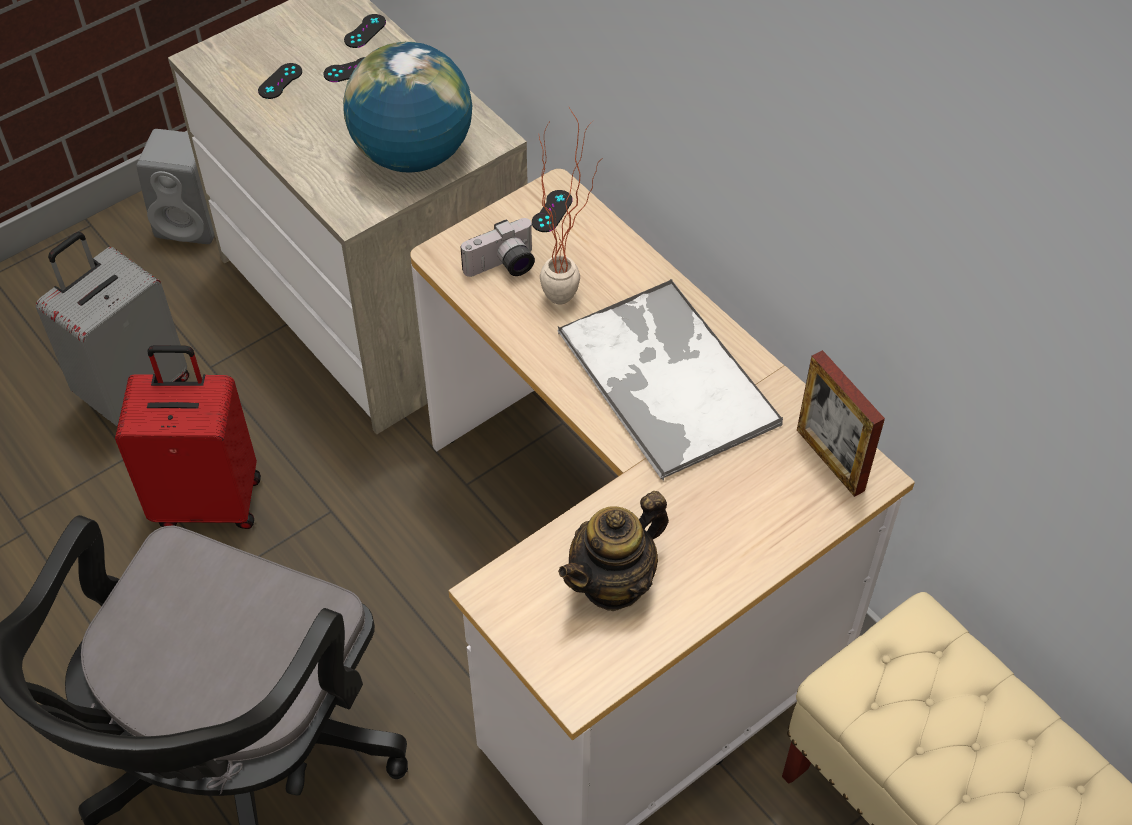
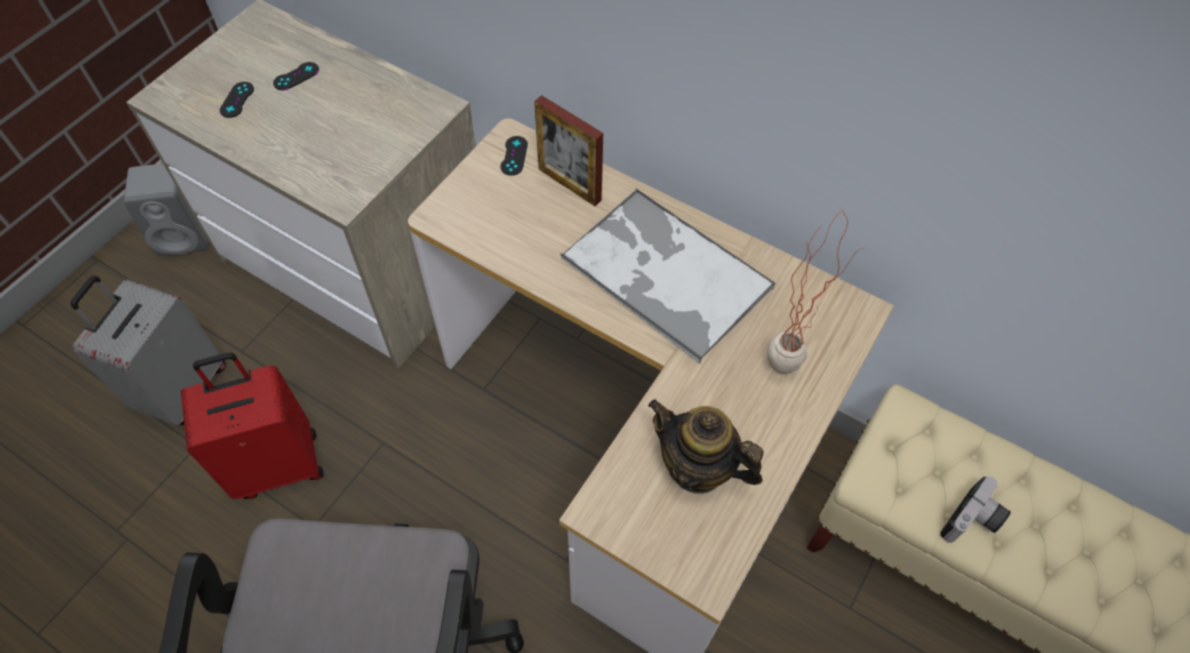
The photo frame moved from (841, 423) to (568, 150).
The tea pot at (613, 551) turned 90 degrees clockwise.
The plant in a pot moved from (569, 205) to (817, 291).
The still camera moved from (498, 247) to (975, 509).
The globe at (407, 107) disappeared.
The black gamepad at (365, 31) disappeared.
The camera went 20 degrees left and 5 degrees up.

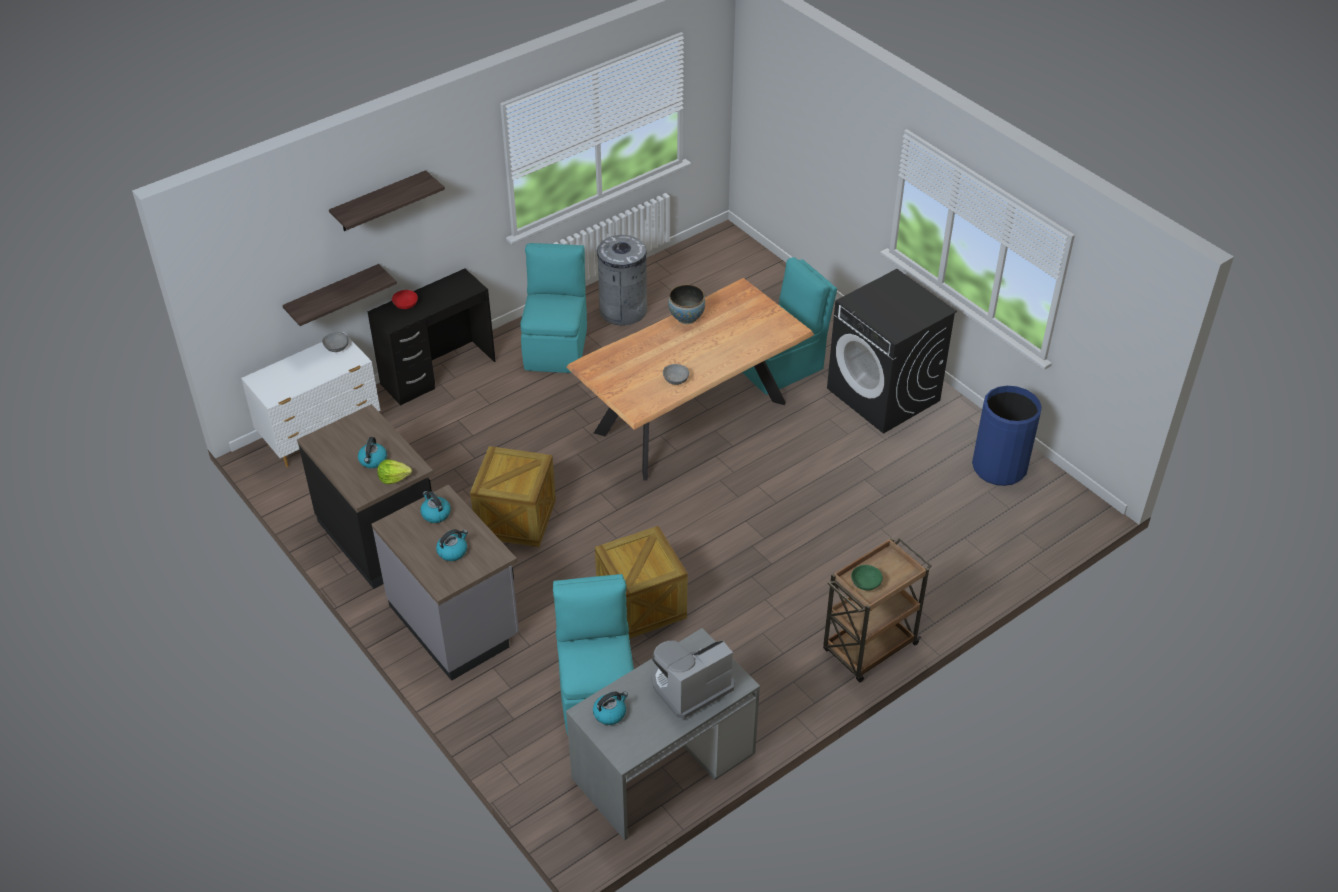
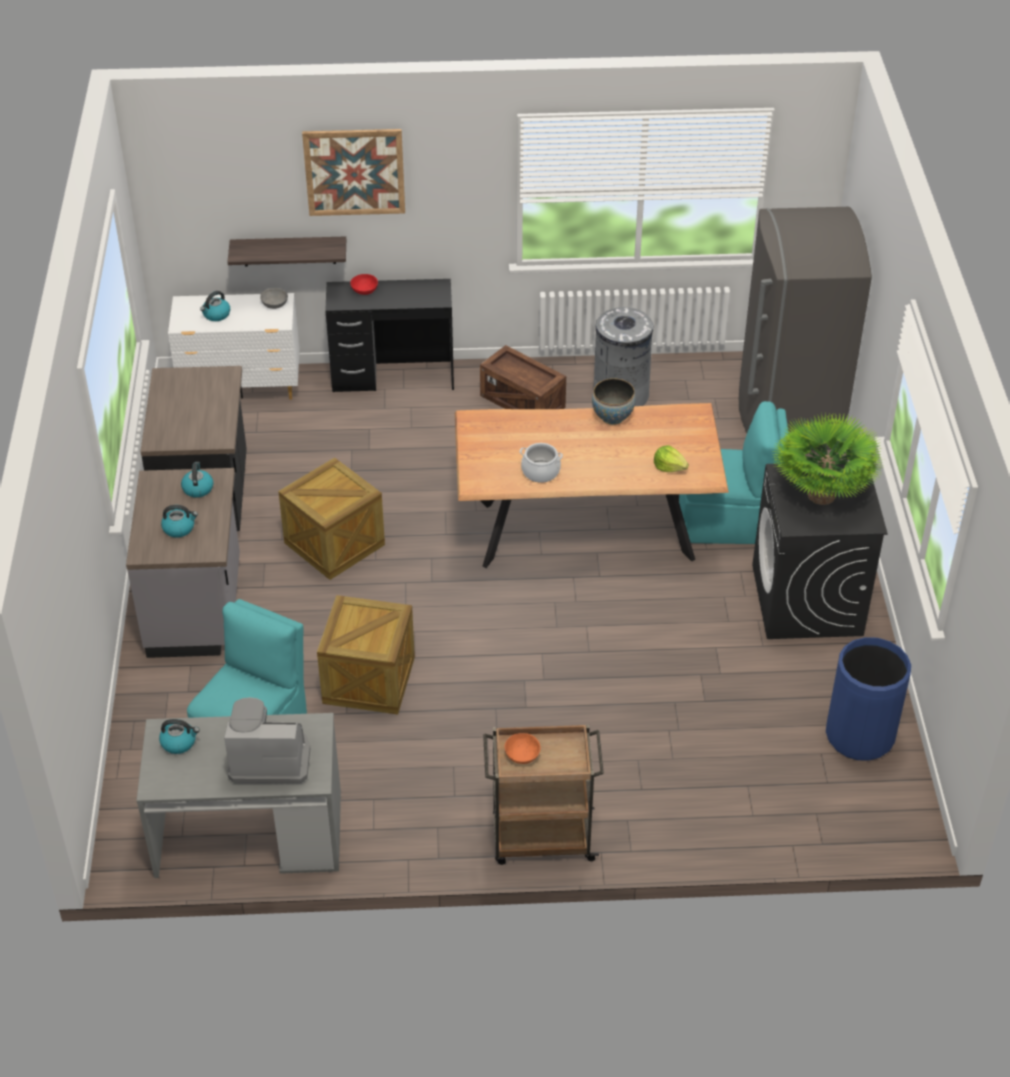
The kettle moved from (372, 452) to (215, 306).
The shelf at (387, 200) was replaced by the wall art at (353, 172).
The turquoise-coloured chair at (553, 308) was replaced by the packing crate at (523, 377).
The greenish deep dish at (867, 578) became the orange deep dish at (522, 748).
The grey deep dish at (676, 374) was replaced by the cooking pot at (541, 463).
The head of lettuce moved from (394, 472) to (671, 458).
The grey kitchen fridge at (805, 328) appeared.
The plant in a pot at (828, 458) appeared.
The camera went 35 degrees right and 0 degrees up.

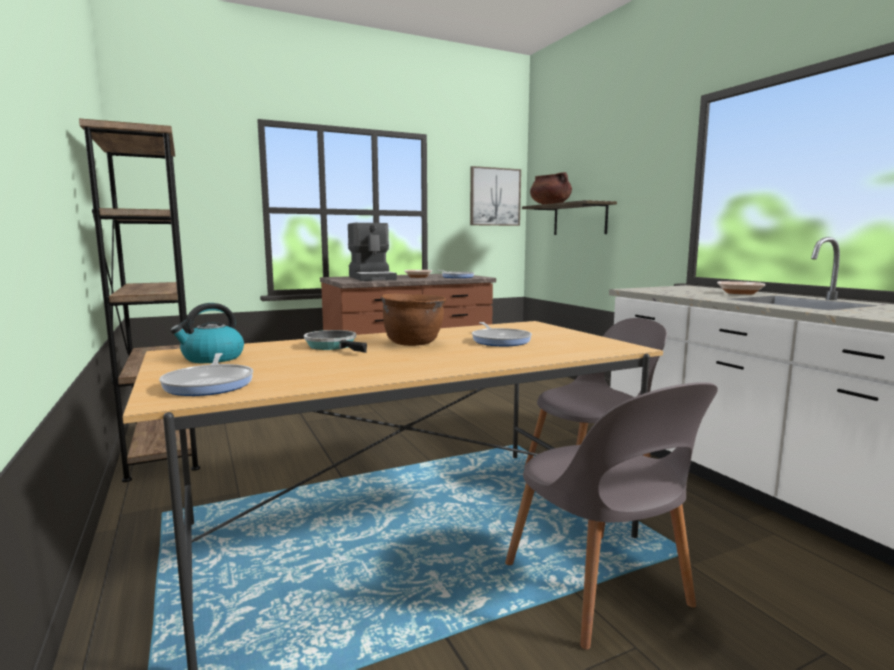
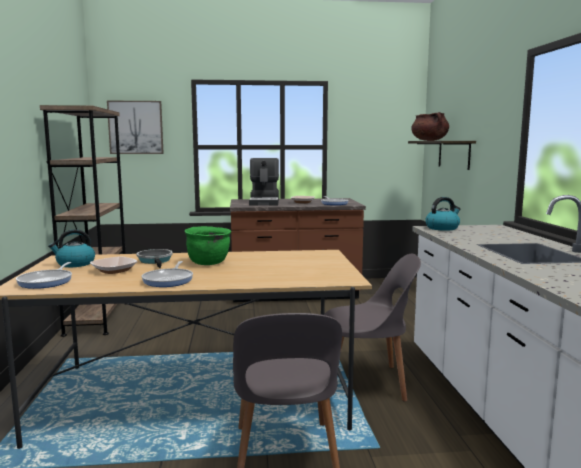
The deep dish moved from (741, 287) to (114, 265).
The wall art moved from (495, 196) to (135, 127).
The frying pan moved from (502, 334) to (167, 274).
The brown-coloured cooking pot at (413, 319) became the greenish cooking pot at (208, 245).
The kettle at (442, 214) appeared.
The camera went 20 degrees right and 0 degrees up.

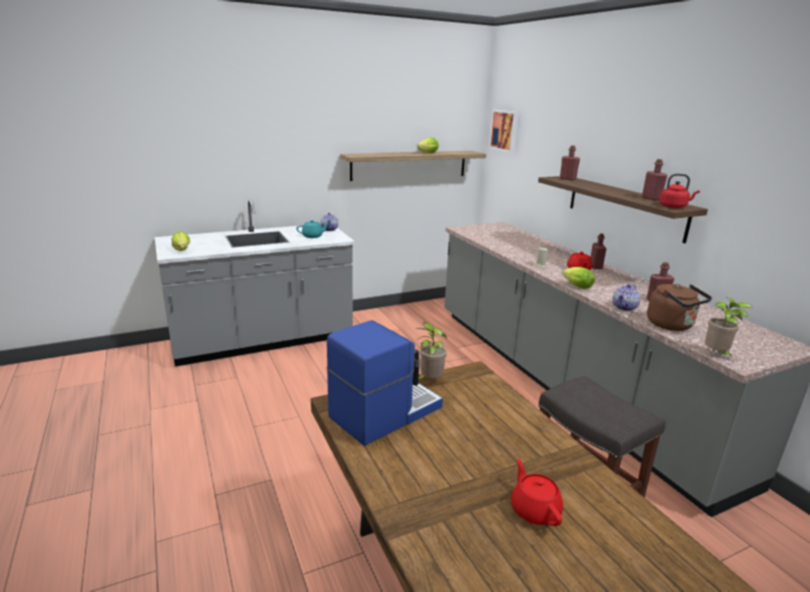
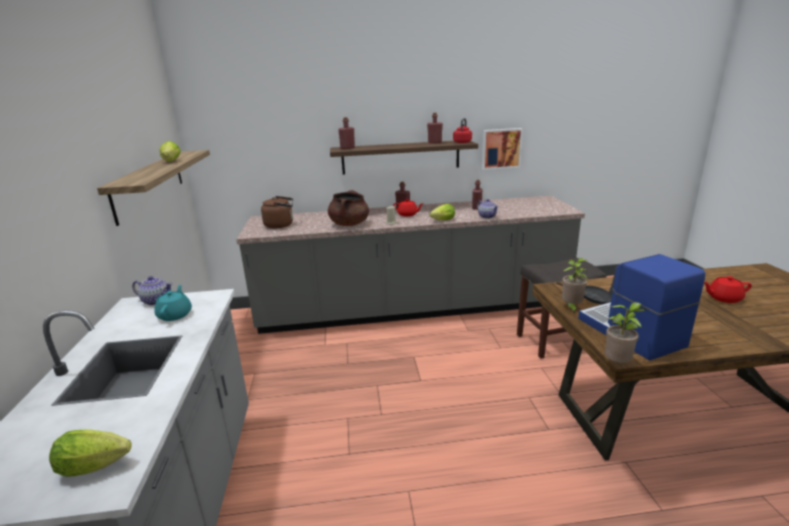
The brown-coloured kettle moved from (679, 307) to (277, 212).
The brown-coloured cooking pot at (348, 208) appeared.
The wall art moved from (504, 131) to (502, 149).
The black frying pan at (584, 292) appeared.
The plant in a pot moved from (729, 328) to (625, 332).
The camera went 70 degrees left and 0 degrees up.

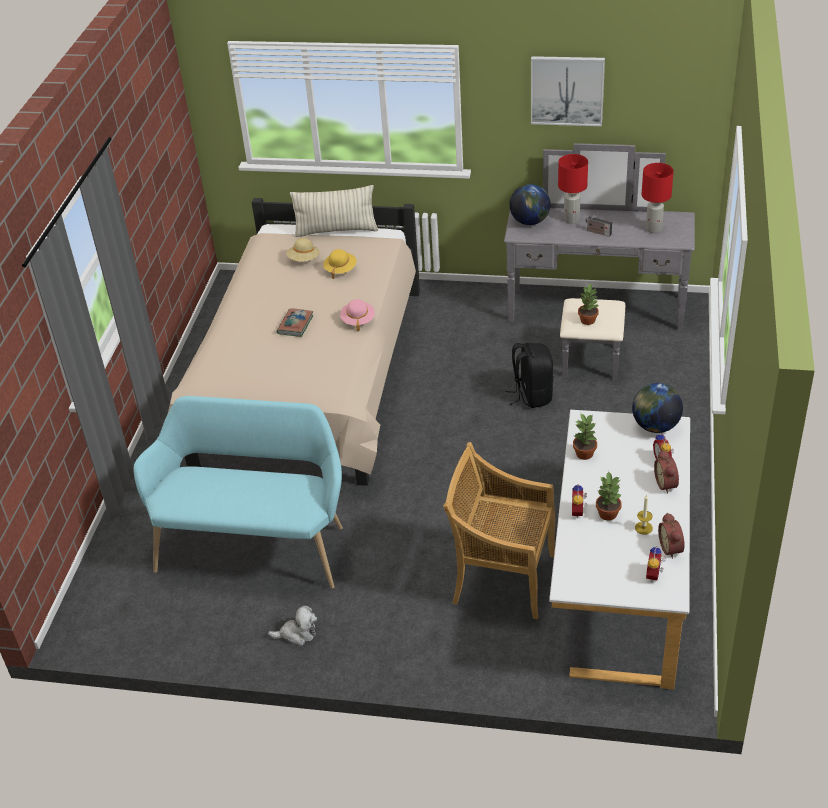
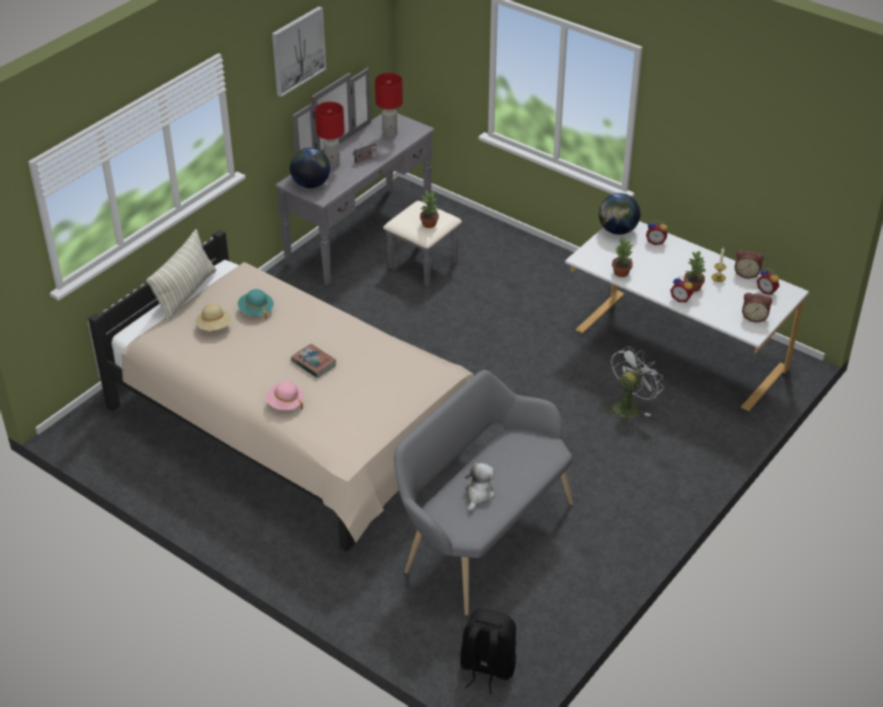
The yellowish clothing hat at (339, 264) became the turquoise-coloured clothing hat at (256, 304).
The pink-coloured clothing hat moved from (357, 315) to (285, 395).
The turquoise-coloured long seat at (238, 492) became the grey long seat at (483, 492).
The black knapsack moved from (529, 375) to (488, 651).
The soft toy moved from (292, 625) to (480, 487).
The beige chair at (499, 531) was replaced by the white fan at (634, 382).
The alarm clock moved from (666, 472) to (757, 307).
The camera went 65 degrees left and 0 degrees up.

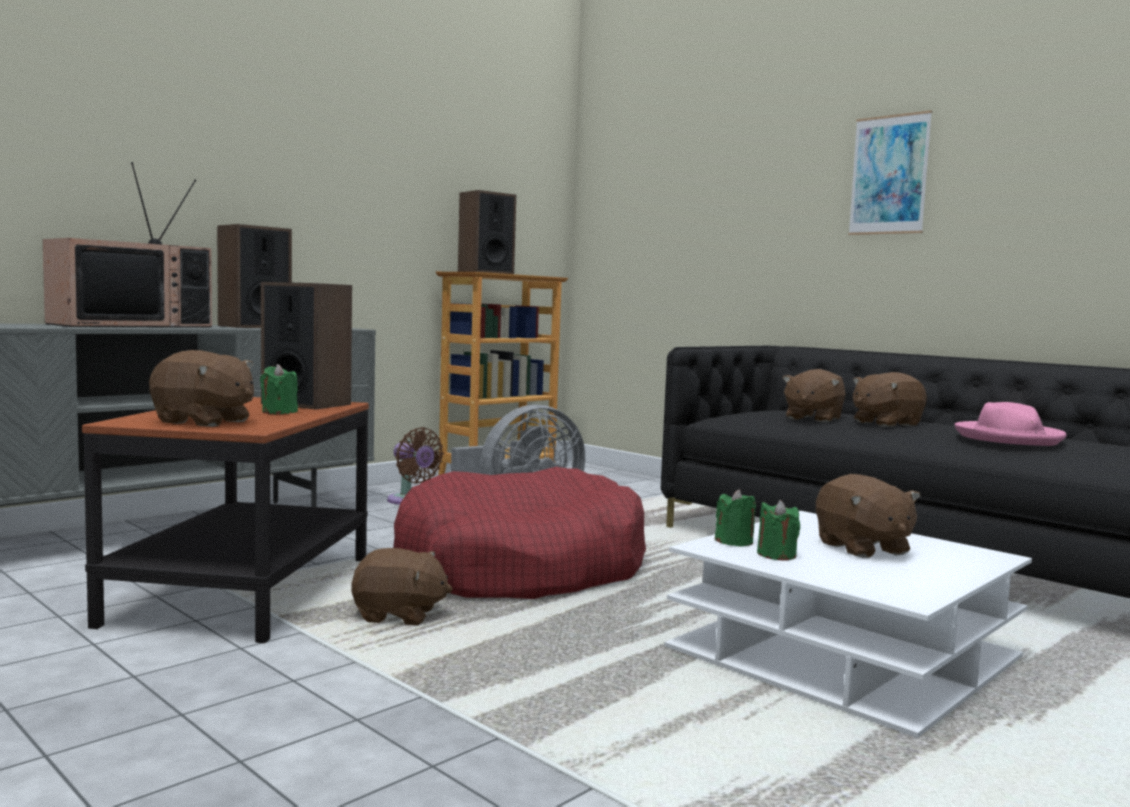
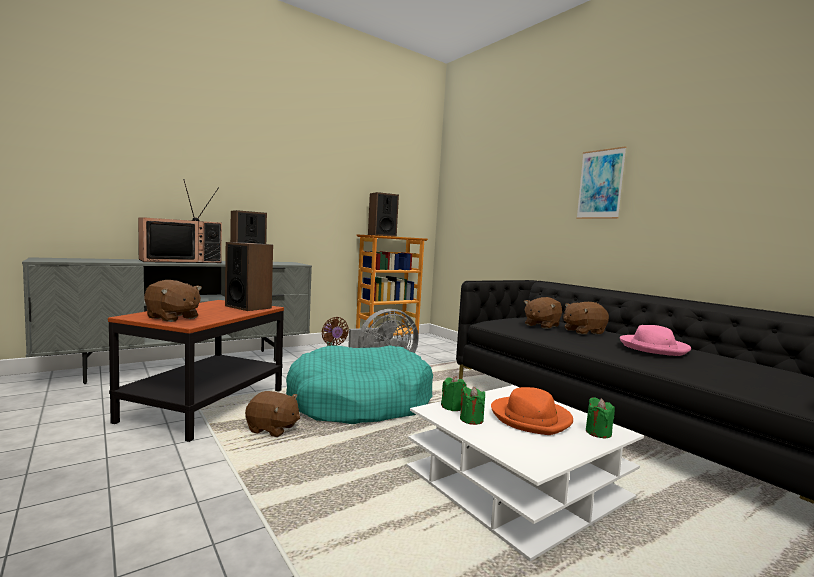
The reddish dog cushion at (519, 533) became the turquoise-coloured dog cushion at (359, 384).
The brown-coloured soft toy at (868, 516) was replaced by the orange clothing hat at (532, 411).
The greenish candle moved from (279, 389) to (600, 418).
The camera went 10 degrees right and 0 degrees up.

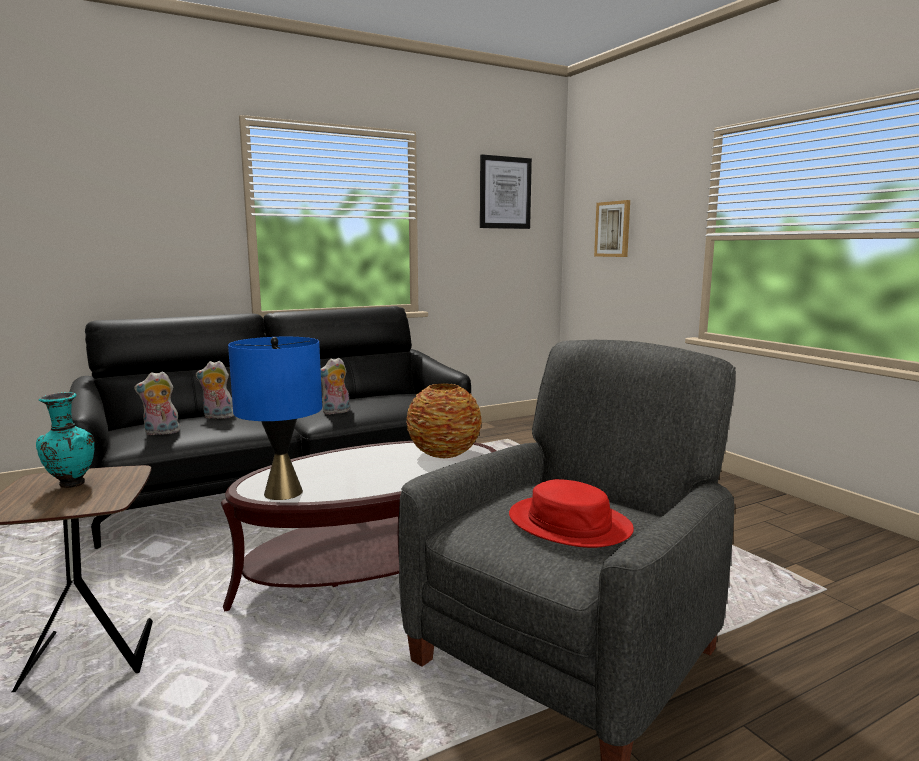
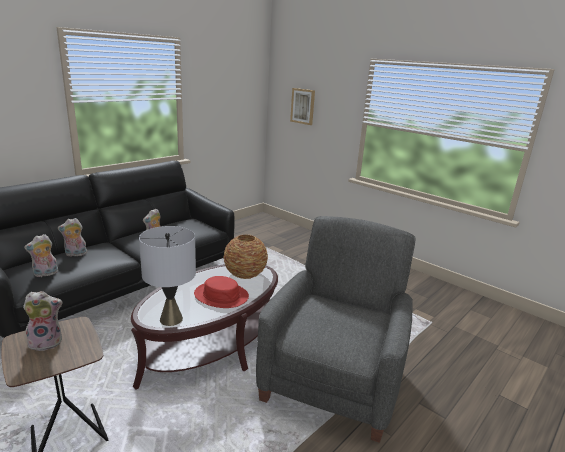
The turquoise-coloured flower vase at (65, 440) was replaced by the soft toy at (42, 321).
The bluish lamp for a table at (275, 418) became the grey lamp for a table at (167, 276).
The reddish clothing hat moved from (571, 513) to (221, 292).
The wall art at (506, 191) disappeared.
The camera went 20 degrees left and 10 degrees up.

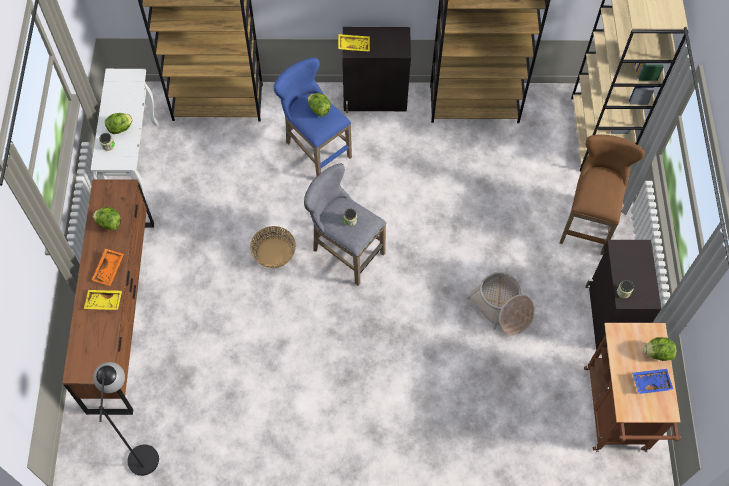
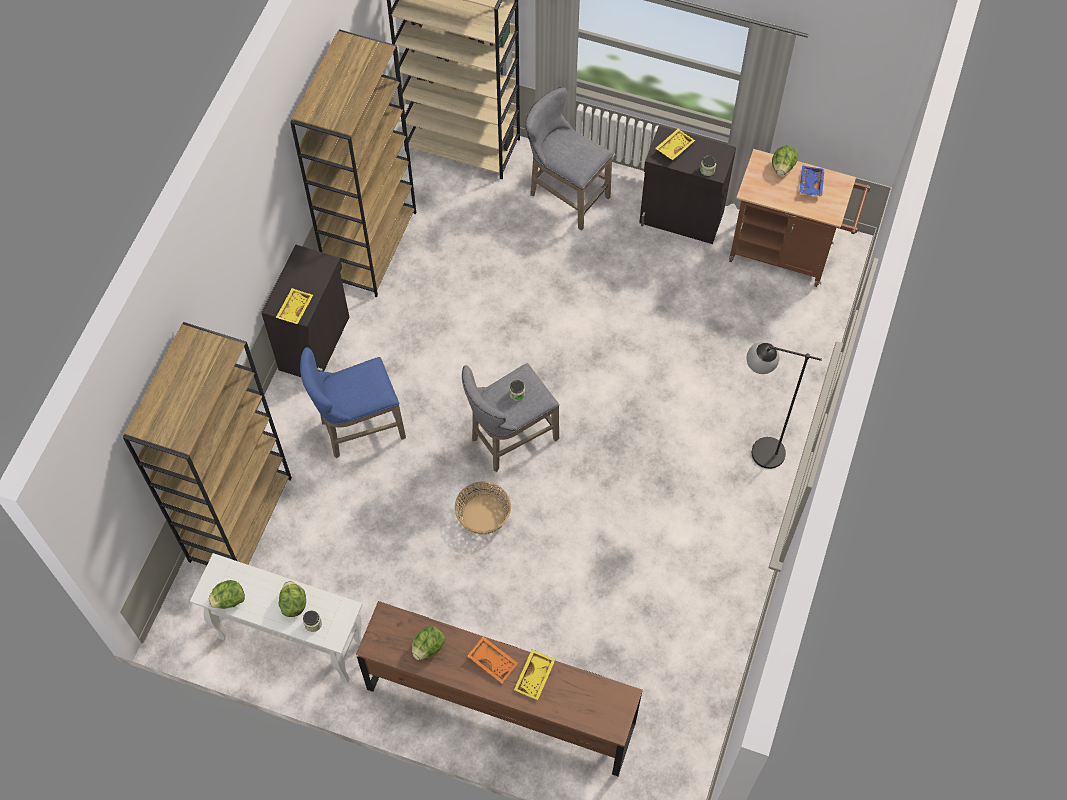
The head of lettuce moved from (319, 104) to (226, 594).
The brown-coloured stool at (602, 195) became the grey stool at (569, 158).
The yellowish serving tray at (675, 144) appeared.
The black standing lamp moved from (126, 419) to (784, 405).
The household basket at (500, 304) disappeared.
The camera went 70 degrees left and 0 degrees up.

